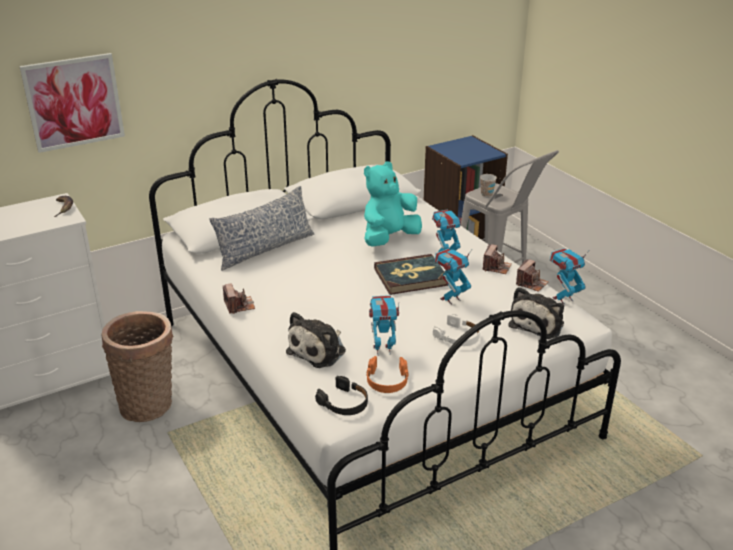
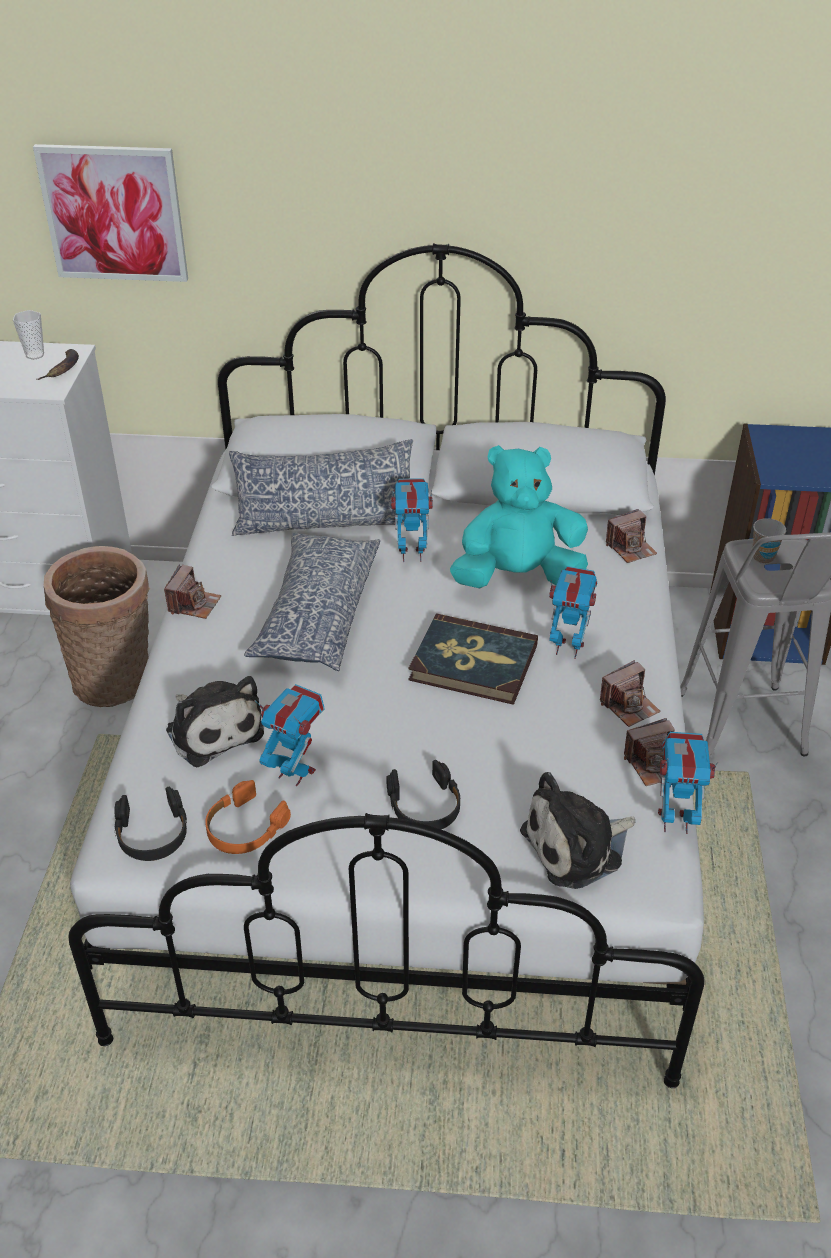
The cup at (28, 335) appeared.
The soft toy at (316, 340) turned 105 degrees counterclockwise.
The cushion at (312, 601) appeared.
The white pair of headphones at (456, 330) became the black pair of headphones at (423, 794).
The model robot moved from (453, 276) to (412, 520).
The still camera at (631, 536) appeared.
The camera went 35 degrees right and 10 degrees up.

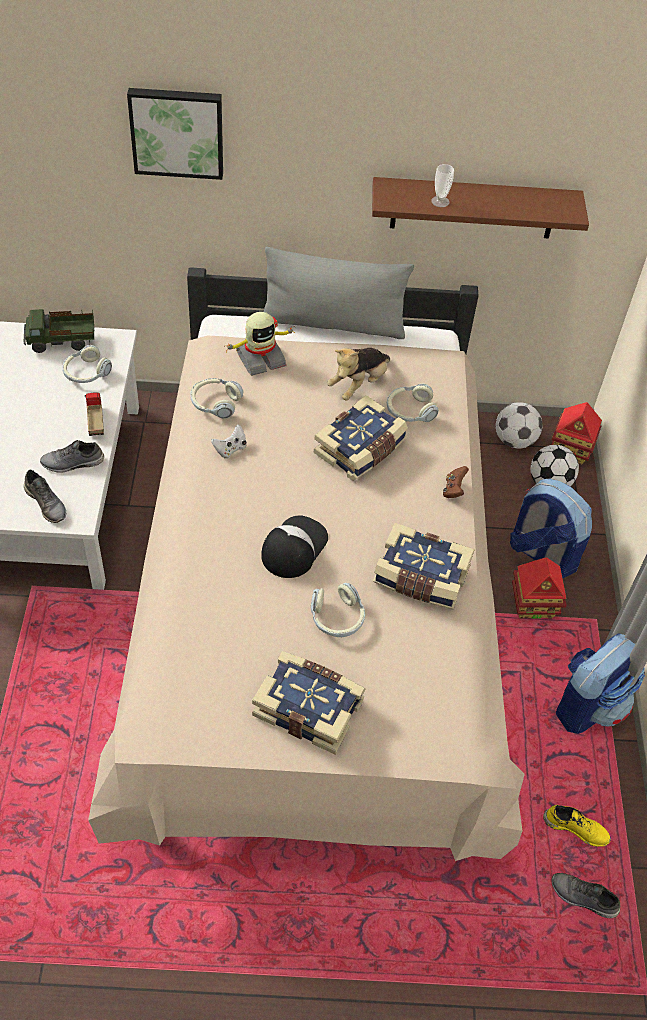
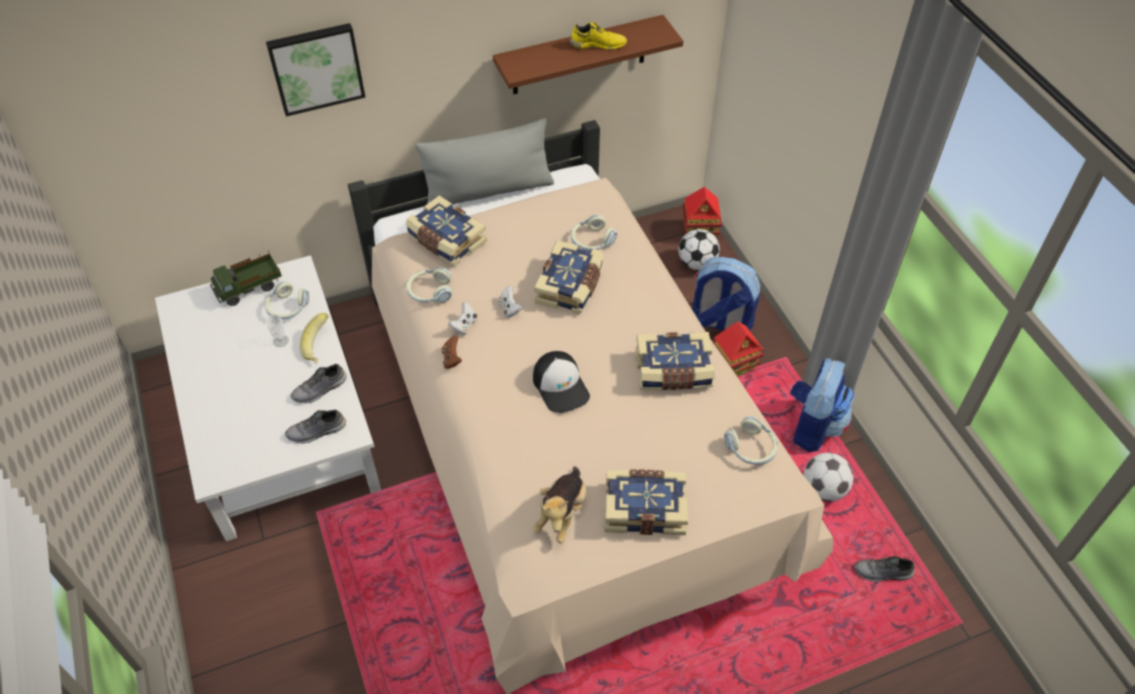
The cup moved from (442, 185) to (277, 331).
The grey shoe at (45, 496) turned 135 degrees clockwise.
The model truck at (94, 414) was replaced by the whole banana at (314, 338).
The model robot at (261, 344) was replaced by the bound book at (446, 231).
The brown-coloured gamepad moved from (456, 482) to (451, 352).
The white gamepad at (510, 302) appeared.
The cap at (294, 546) turned 150 degrees clockwise.
The soft toy moved from (358, 374) to (560, 505).
The yellowish shoe moved from (577, 826) to (598, 36).
The pair of headphones moved from (338, 610) to (751, 440).
The football moved from (519, 425) to (828, 477).
The camera went 20 degrees left and 0 degrees up.

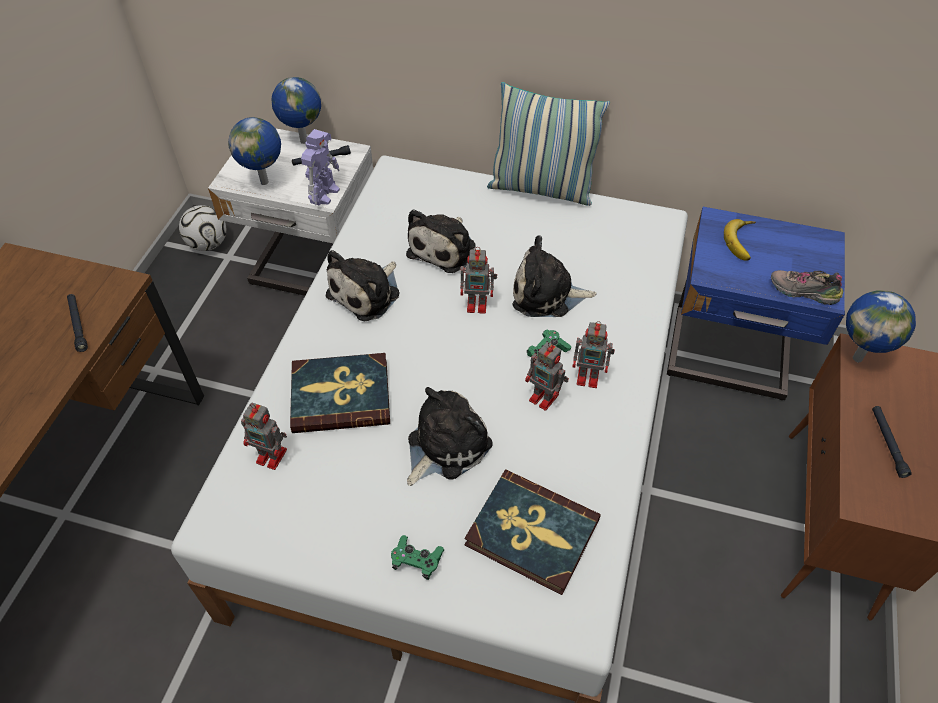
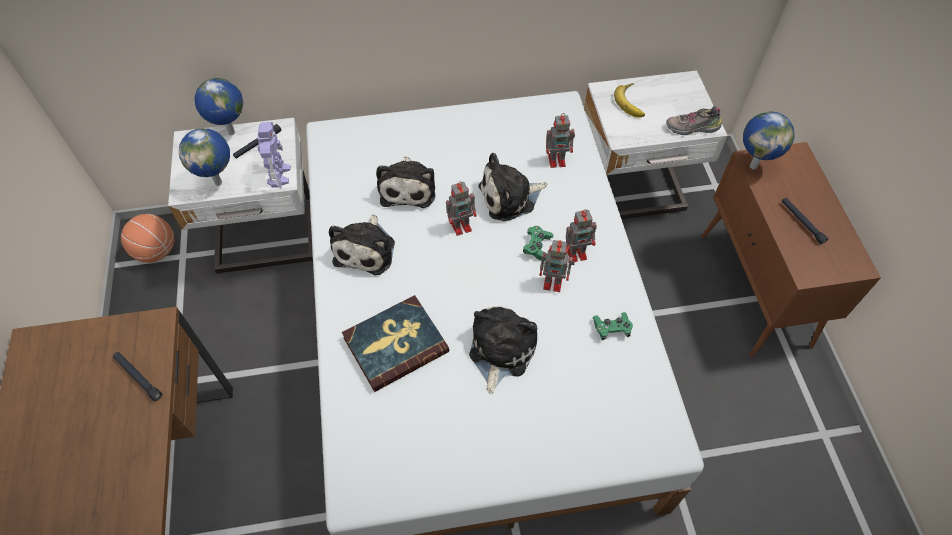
The football at (202, 228) was replaced by the ball for basketball at (147, 238).
The model robot moved from (264, 436) to (560, 140).
The bluish nightstand at (756, 303) became the white nightstand at (656, 144).
The greenish gamepad moved from (417, 557) to (613, 326).
The bound book at (532, 532) disappeared.
The cushion at (548, 144) disappeared.
The camera went 25 degrees left and 5 degrees up.

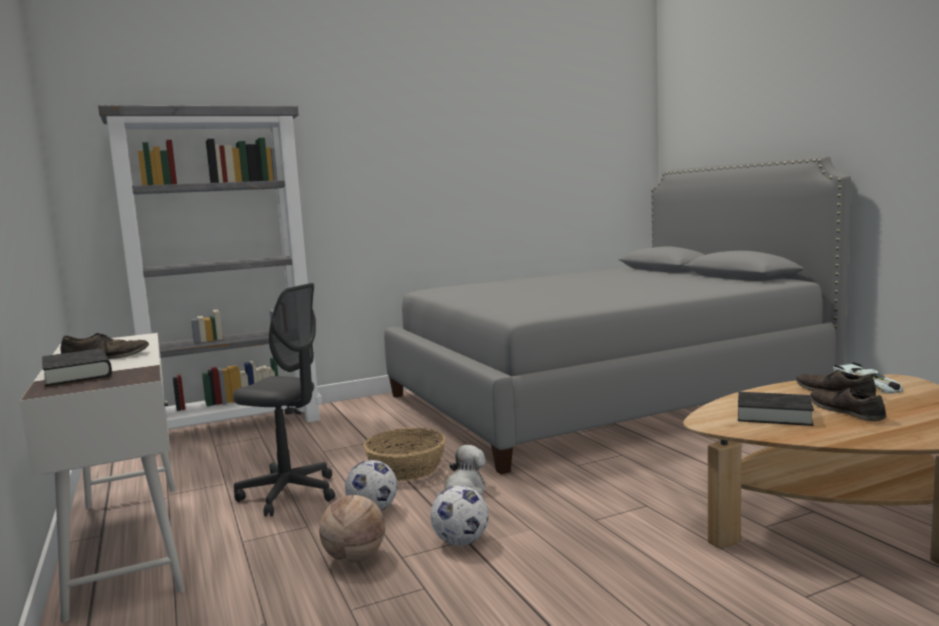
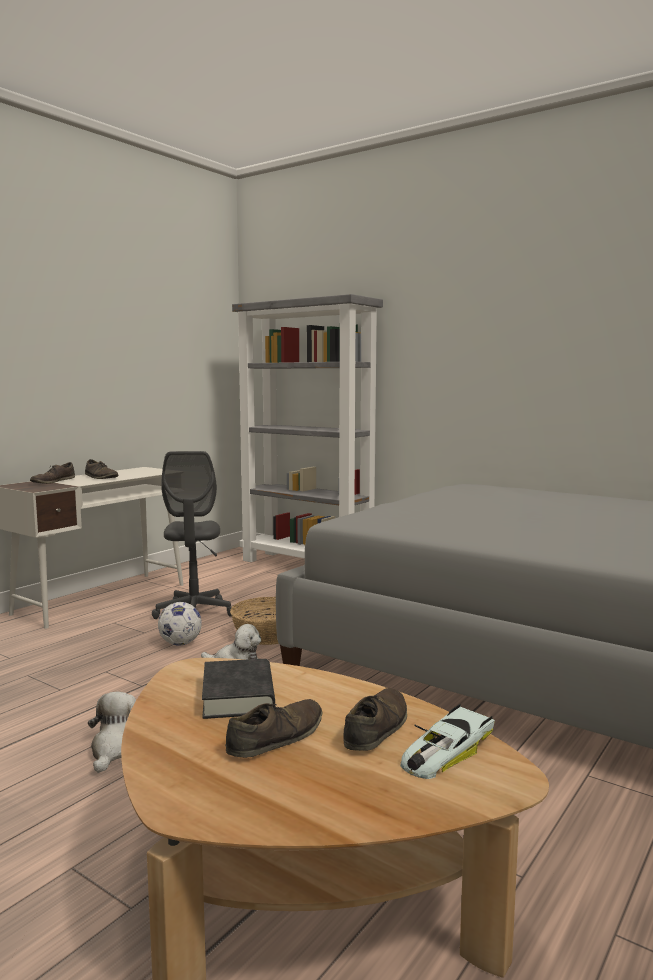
The black bound book at (77, 367) was replaced by the brown-coloured shoe at (52, 473).
The soft toy at (112, 732) appeared.
The ball for basketball at (352, 529) disappeared.
The football at (459, 516) disappeared.
The camera went 60 degrees right and 0 degrees up.

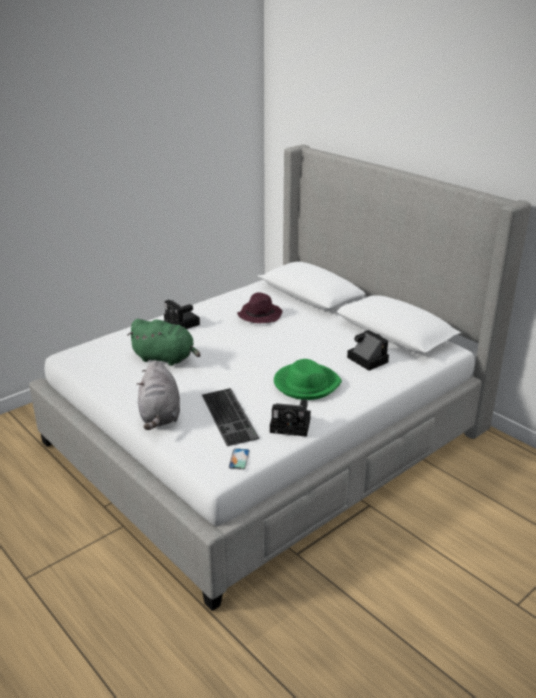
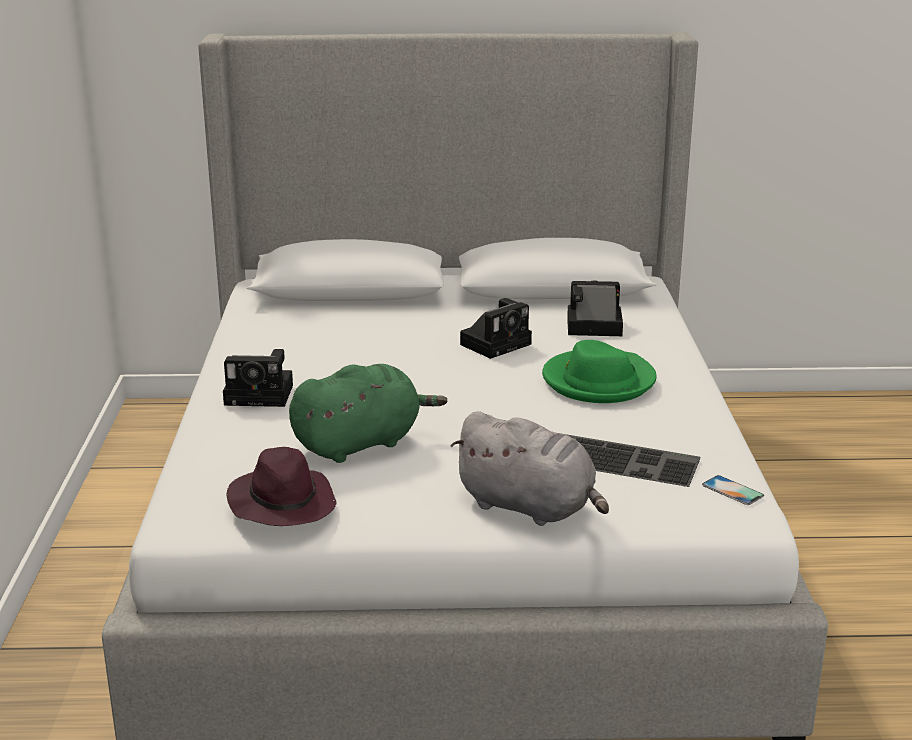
The purple-coloured clothing hat moved from (259, 307) to (282, 486).
The still camera moved from (290, 418) to (496, 328).
The camera went 50 degrees left and 5 degrees down.

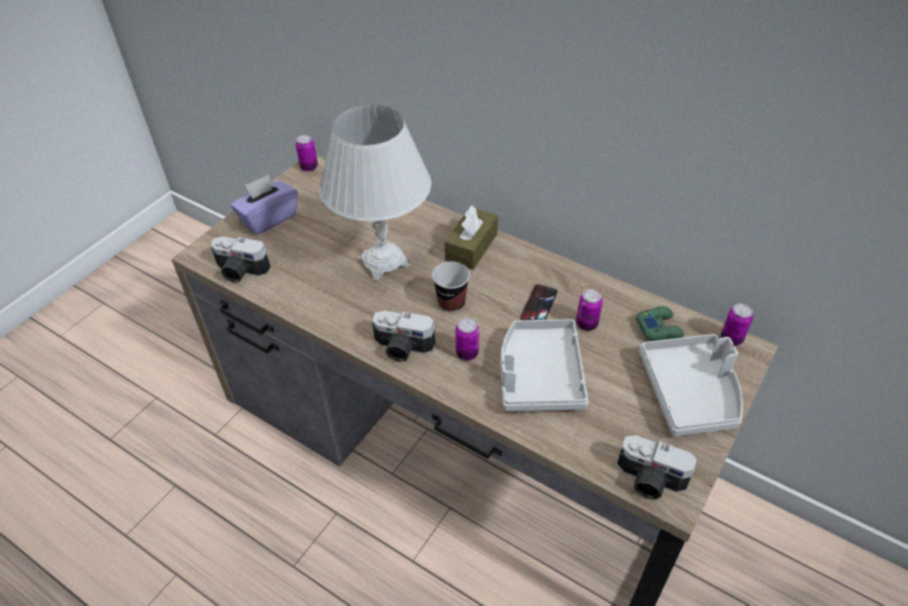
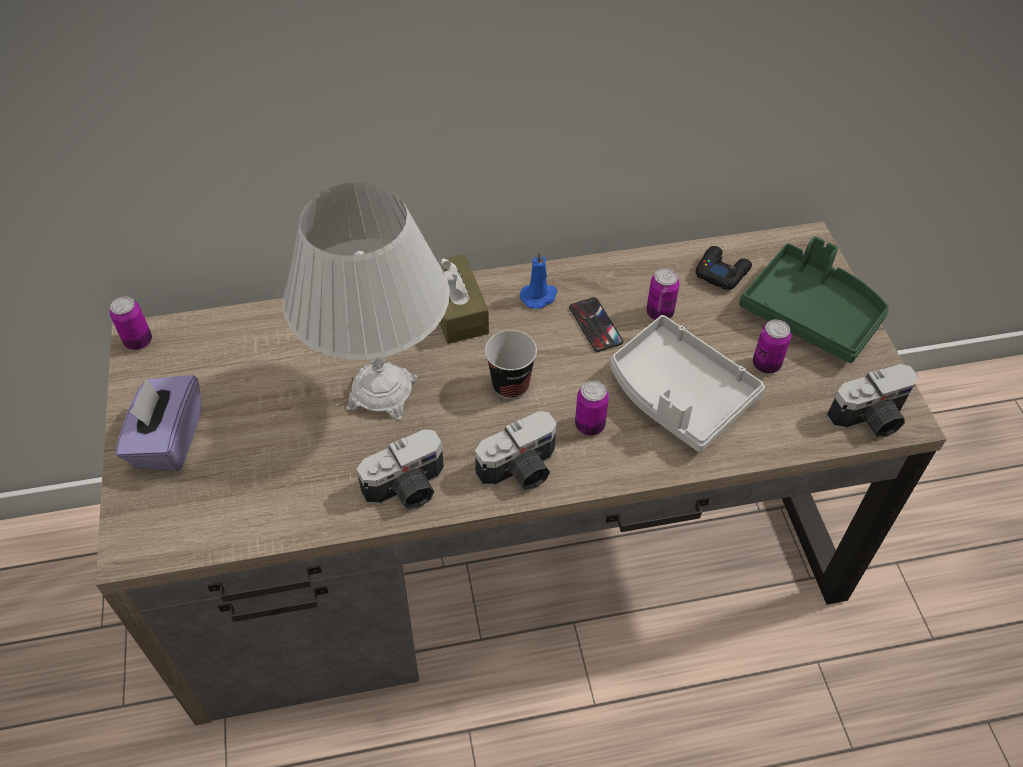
The still camera moved from (240, 260) to (400, 469).
The bluish candle at (538, 280) appeared.
The greenish gamepad at (659, 323) became the black gamepad at (724, 268).
The grey serving tray at (691, 385) became the greenish serving tray at (814, 299).
The sealed can moved from (737, 324) to (772, 347).
The camera went 45 degrees left and 5 degrees up.

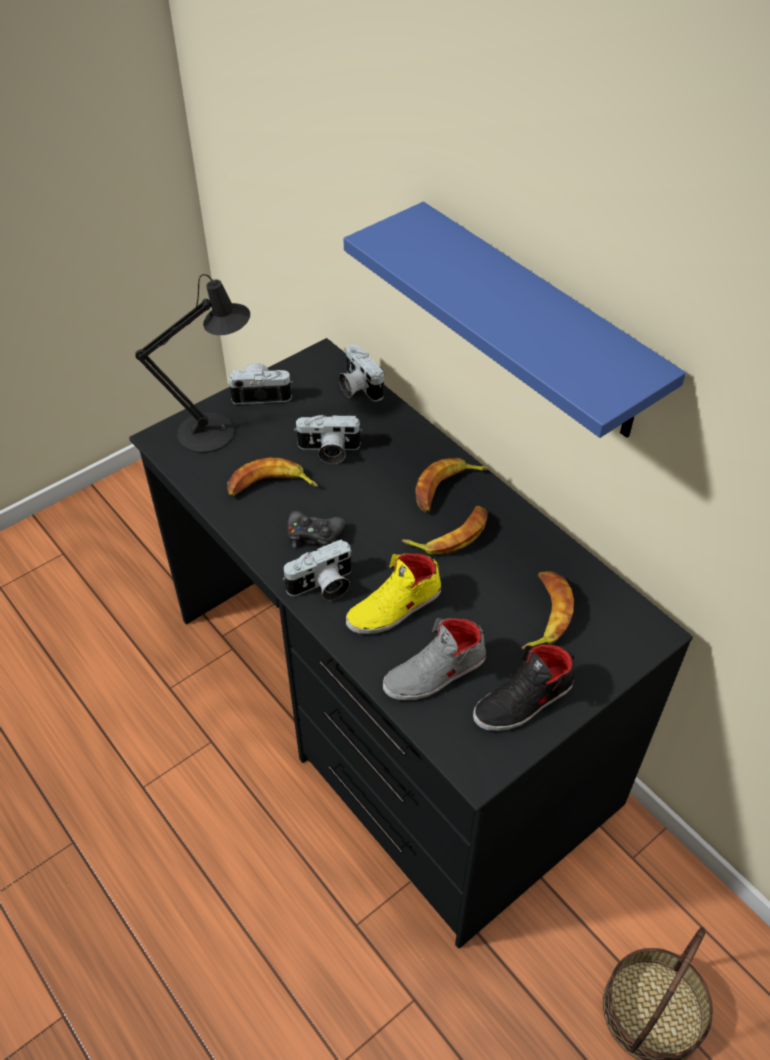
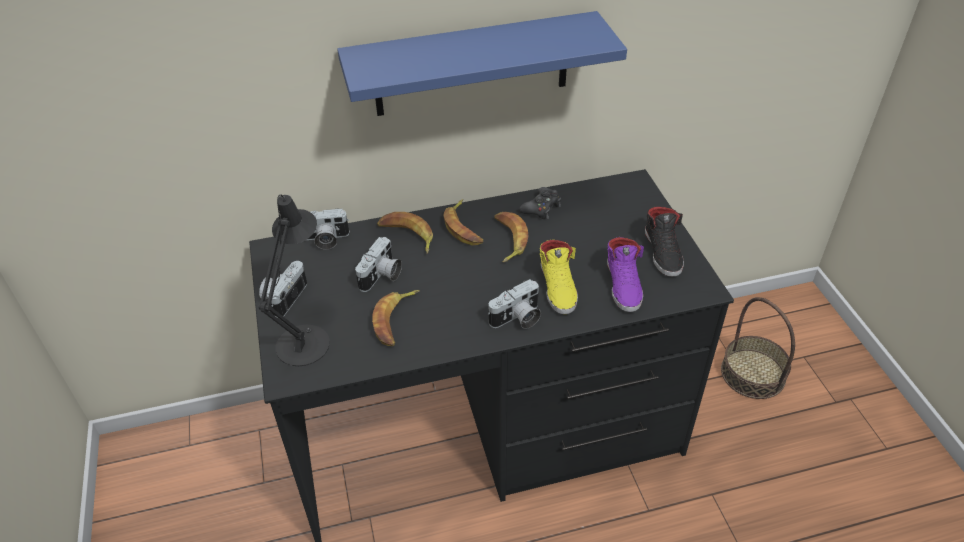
The whole banana moved from (547, 610) to (405, 233).
The still camera at (317, 570) turned 60 degrees clockwise.
The black gamepad moved from (316, 529) to (540, 203).
The grey shoe at (434, 659) became the purple-coloured shoe at (625, 274).
The camera went 65 degrees left and 5 degrees down.

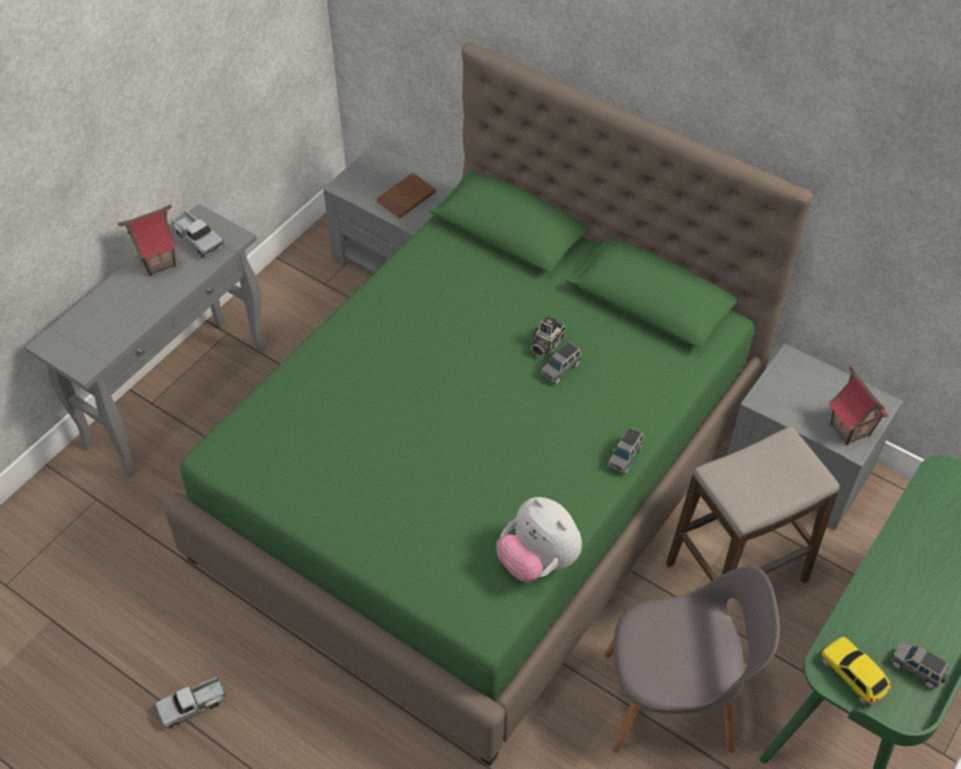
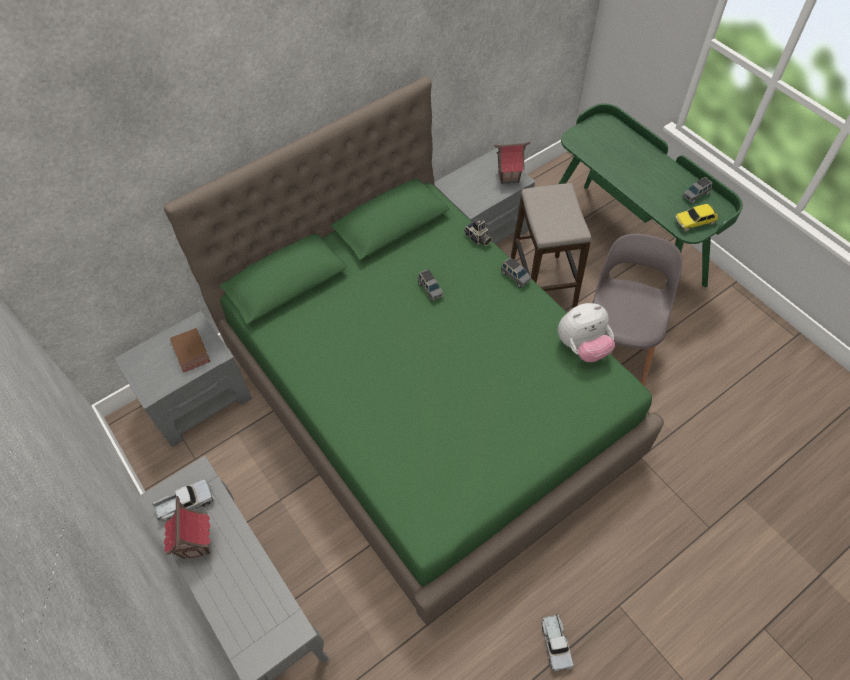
The still camera moved from (548, 336) to (478, 232).
The camera went 70 degrees left and 5 degrees up.

